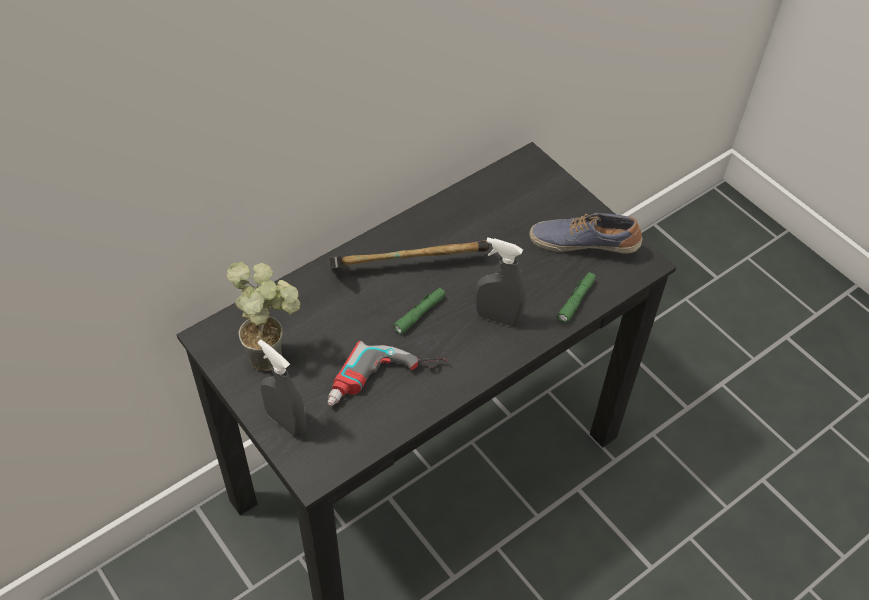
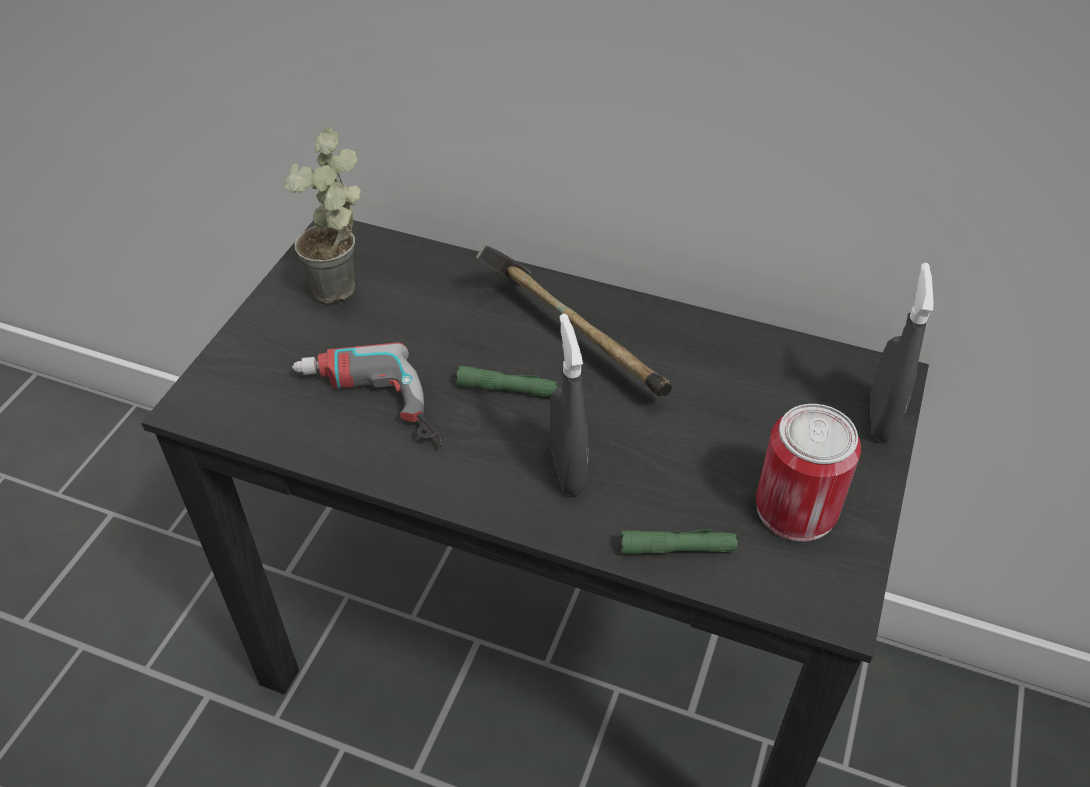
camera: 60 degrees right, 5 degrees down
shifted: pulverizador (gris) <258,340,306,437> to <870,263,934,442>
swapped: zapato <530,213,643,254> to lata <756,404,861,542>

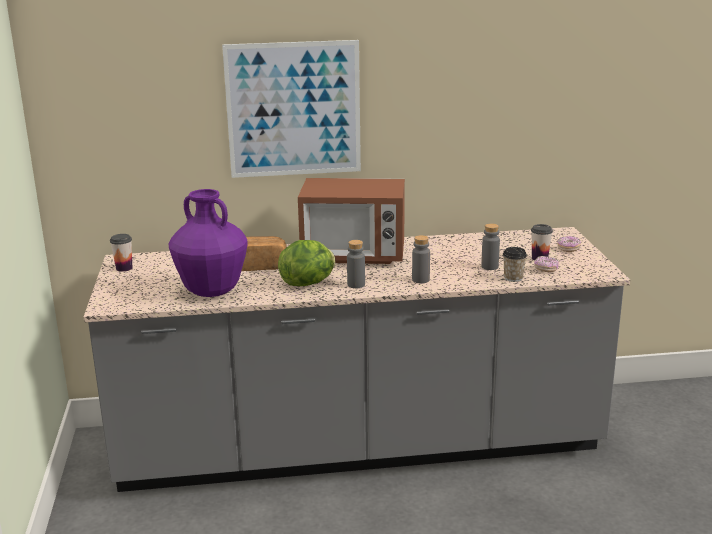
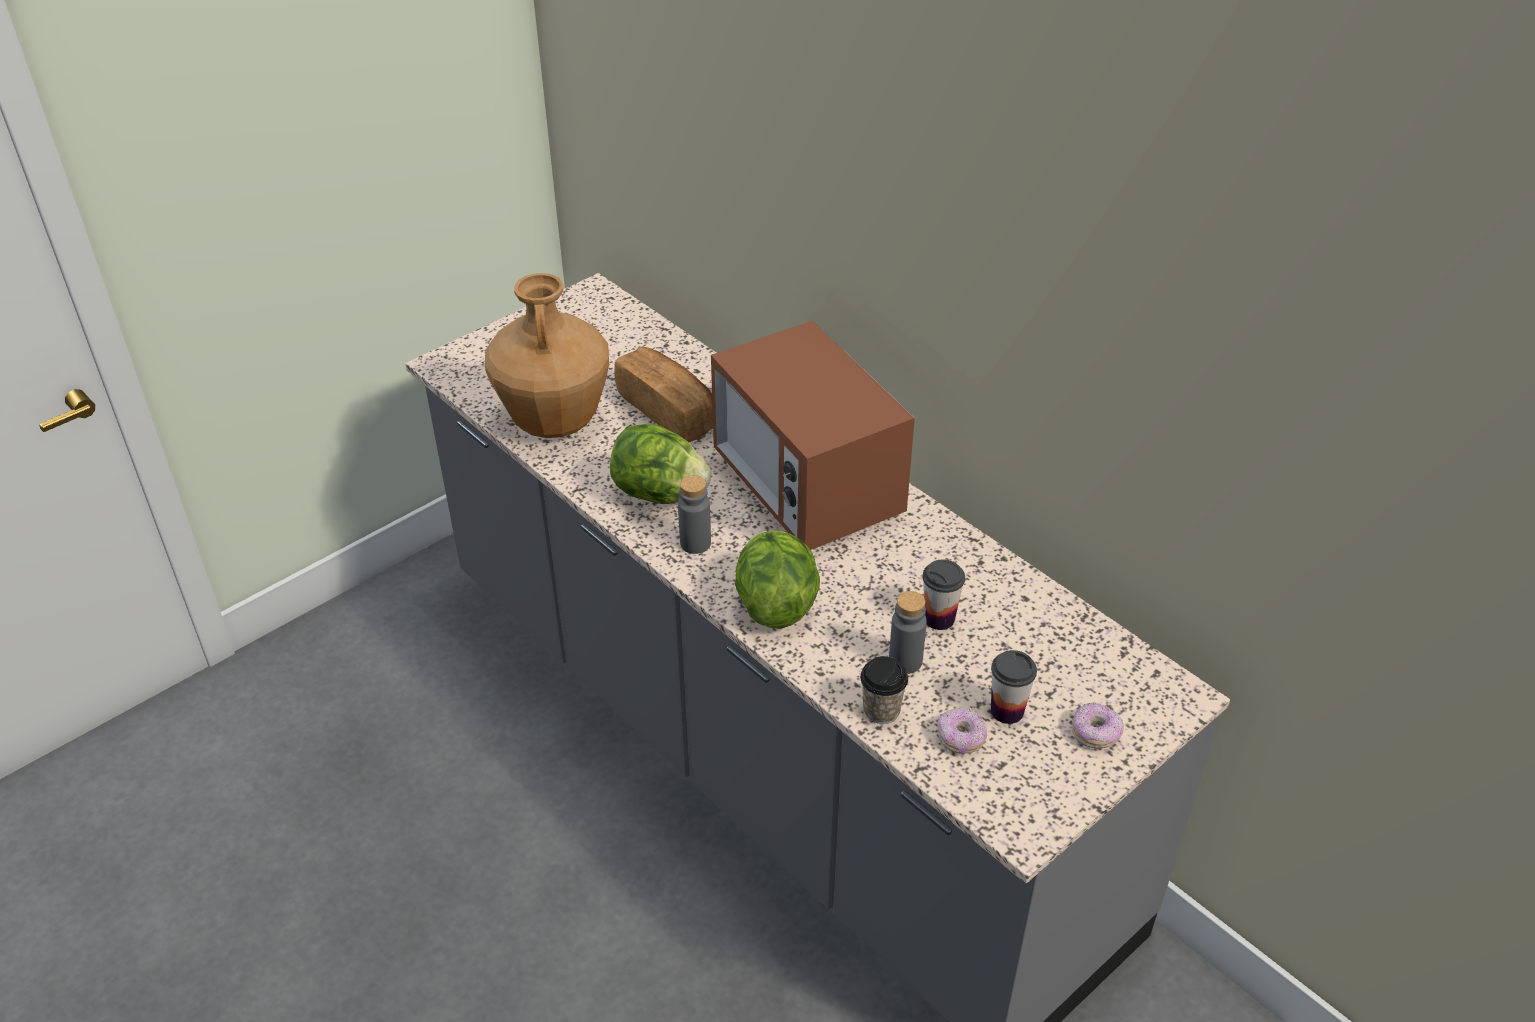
camera: 55 degrees right, 20 degrees up
gone: cuadro <222,40,361,178>
shifted: taza <110,234,132,272> to <923,559,965,630>
swapped: botella (gris) <412,235,430,283> to lechuga <735,530,820,628>
repainted: florero (morado) <168,189,248,297> to florero (marrón) <485,273,609,438>

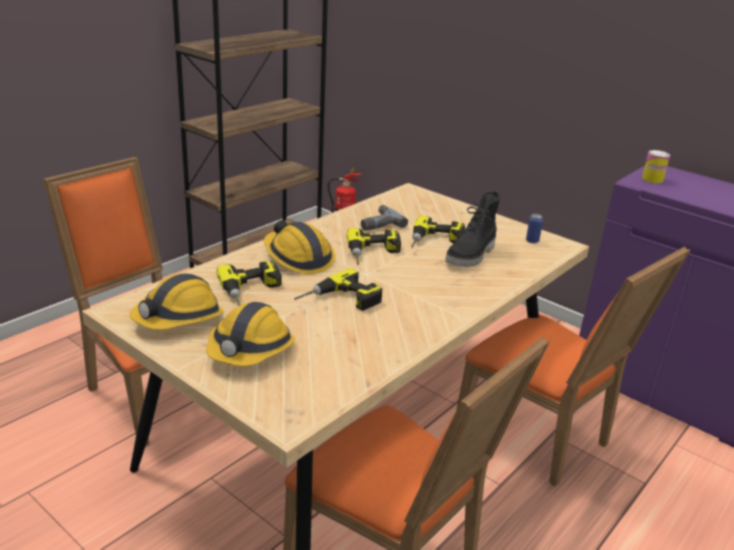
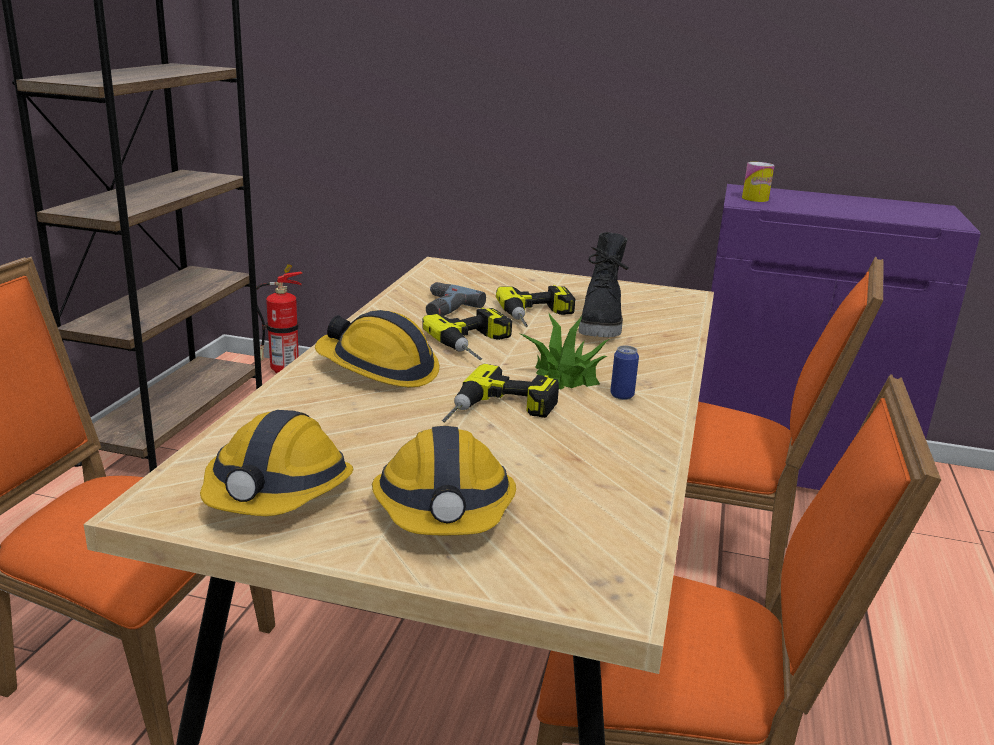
camera: 25 degrees left, 5 degrees down
gone: taladro <217,261,281,306>
new: planta en maceta <518,313,609,389>
shifted: lata <526,214,543,243> to <610,345,639,400>

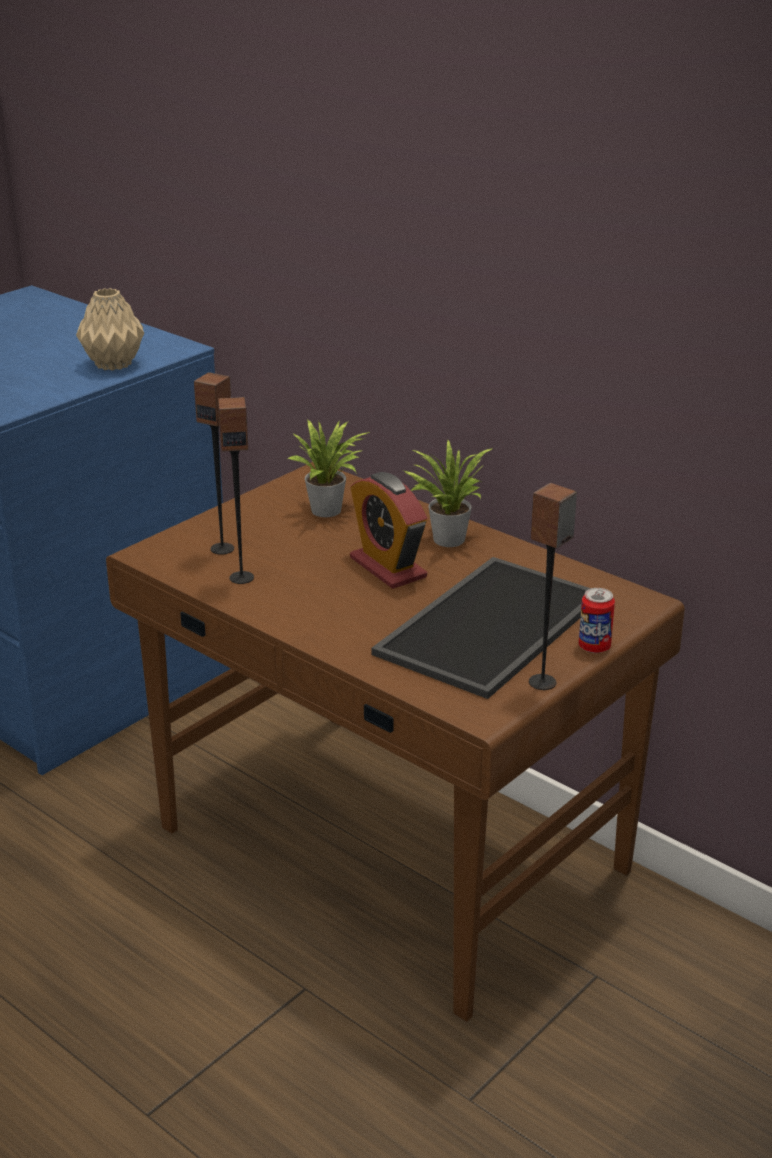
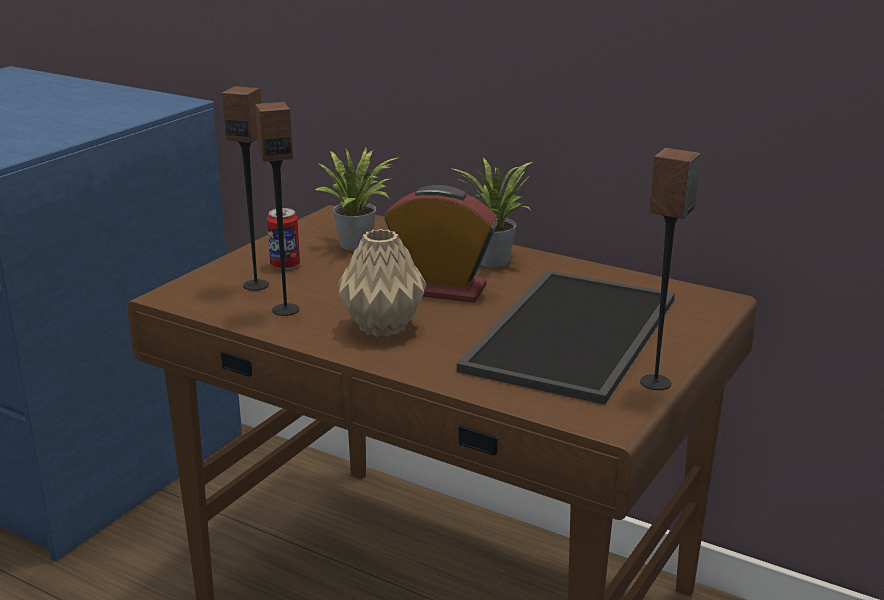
camera: 10 degrees left, 5 degrees down
shifted: florero (beis) <76,288,144,371> to <337,229,426,337>; lata <579,588,615,653> to <267,208,300,270>
rotated: despertador <350,472,427,589> = <384,185,498,303> 150 degrees clockwise

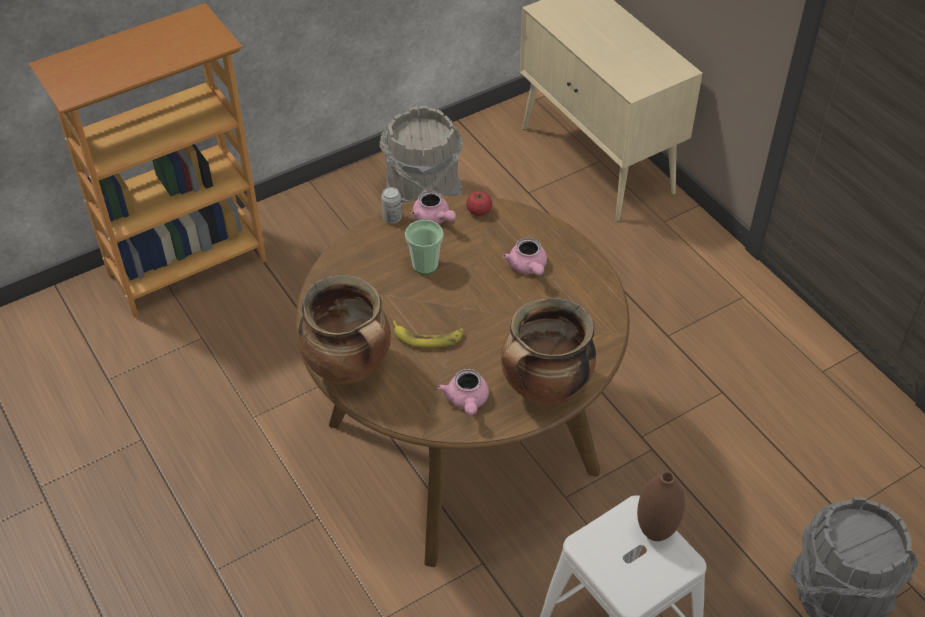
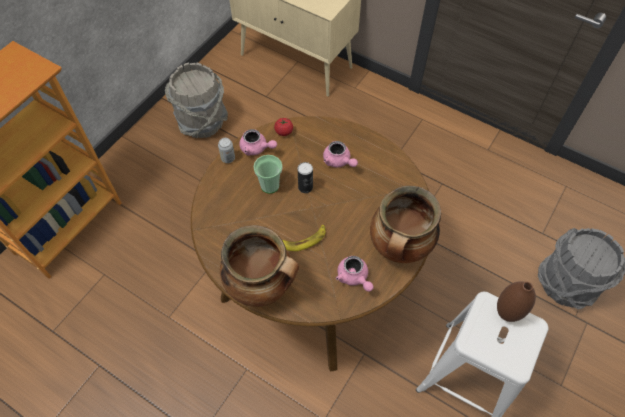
camera: 25 degrees left, 10 degrees up
new: lata <298,162,313,193>

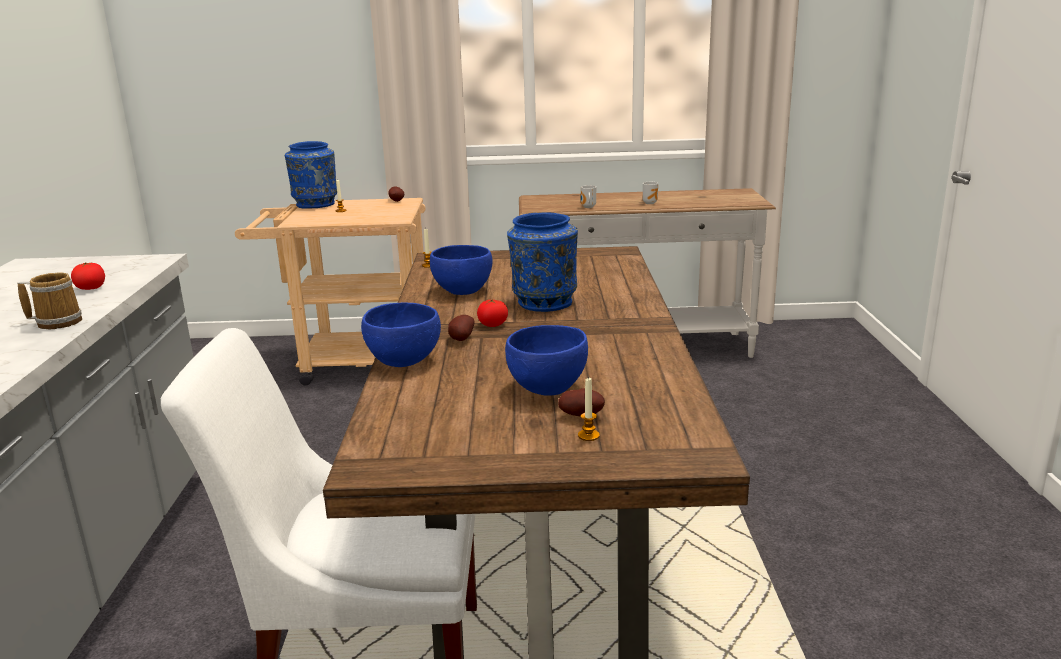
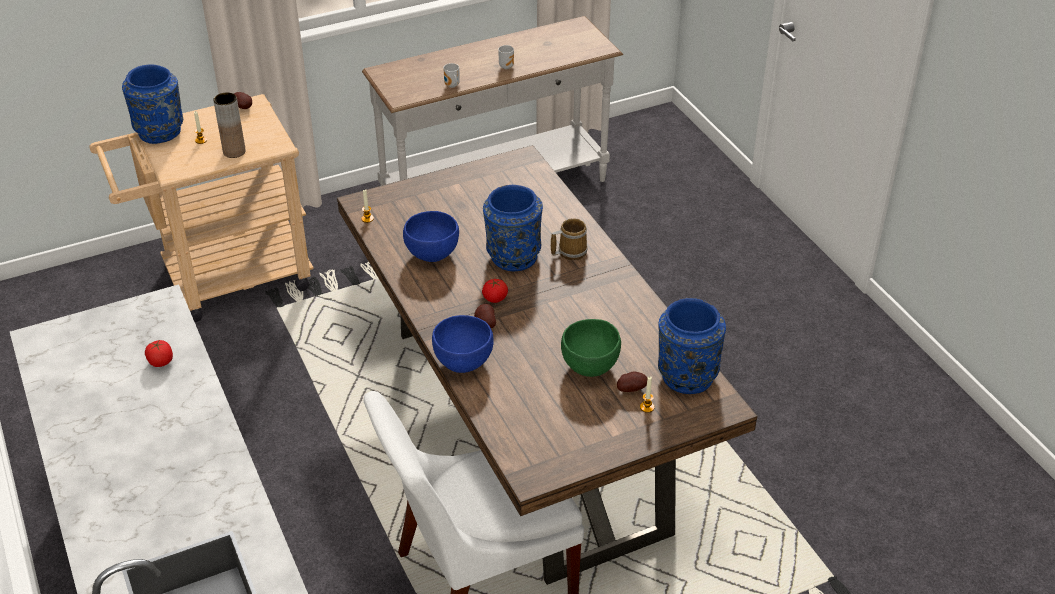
camera: 25 degrees left, 20 degrees up
new: florero (marrón) <213,92,246,158>; florero (azul) <658,298,726,394>
shifted: taza grande <18,272,82,329> to <551,218,588,260>
repainted: cuenco (azul) <505,325,588,396> to cuenco (verde) <561,319,621,377>

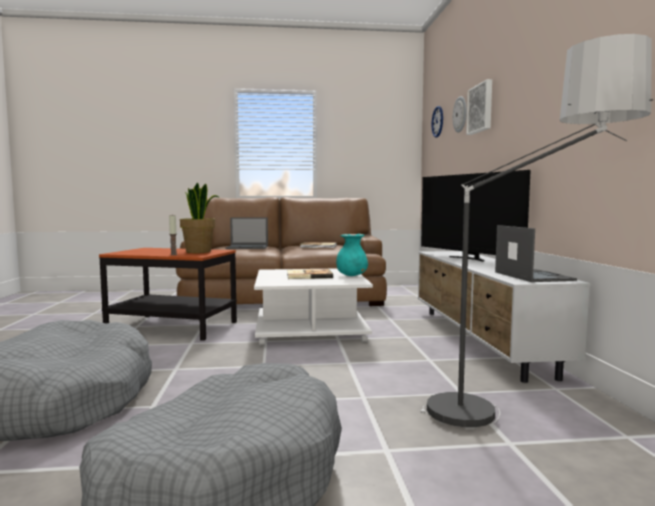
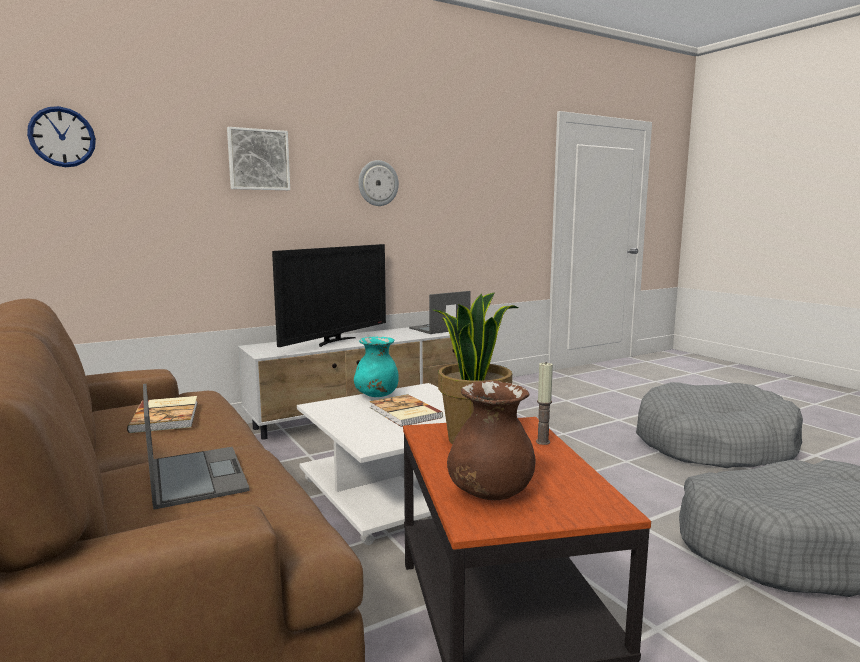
camera: 115 degrees left, 5 degrees up
gone: lámpara de pie <420,34,653,429>
new: florero (marrón) <447,381,536,500>
shifted: reloj de pared <453,96,467,133> to <358,160,399,206>

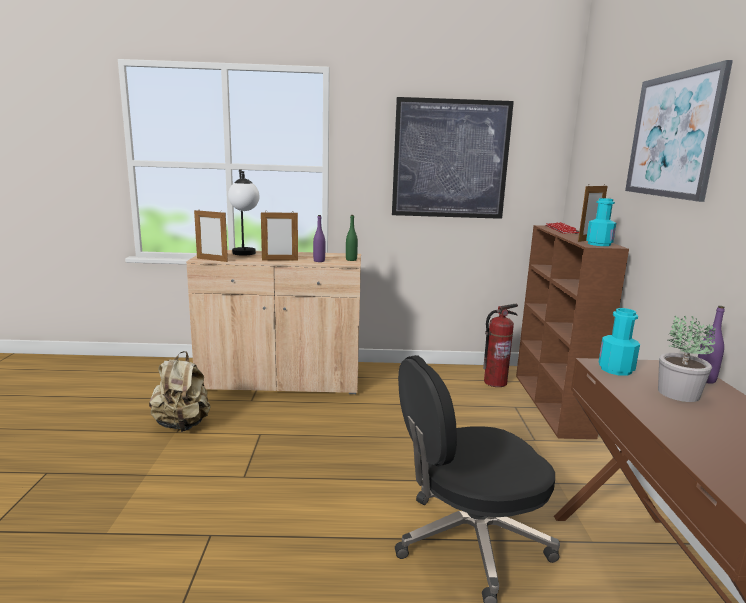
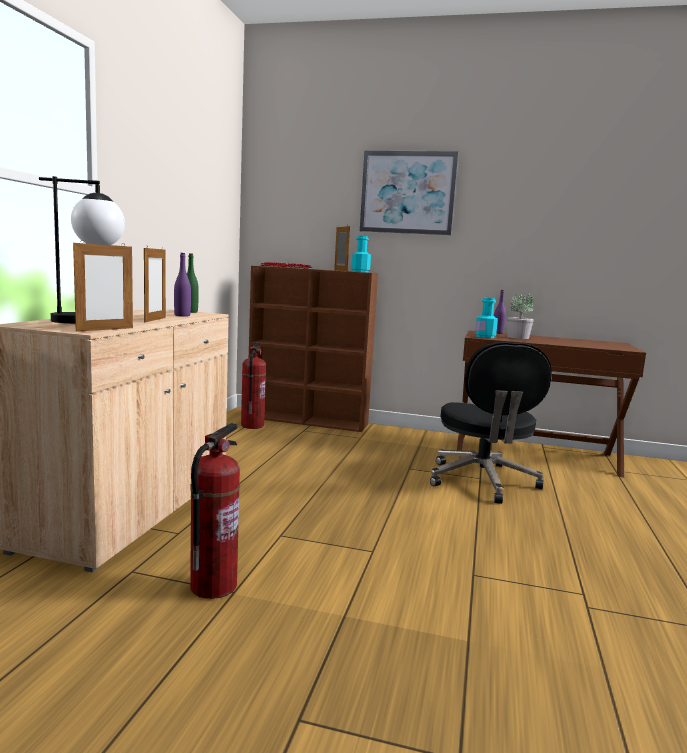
camera: 75 degrees left, 5 degrees down
gone: cuadro <392,97,514,219>
swapped: mochila (beis) <149,351,211,432> to extintor <190,423,240,599>

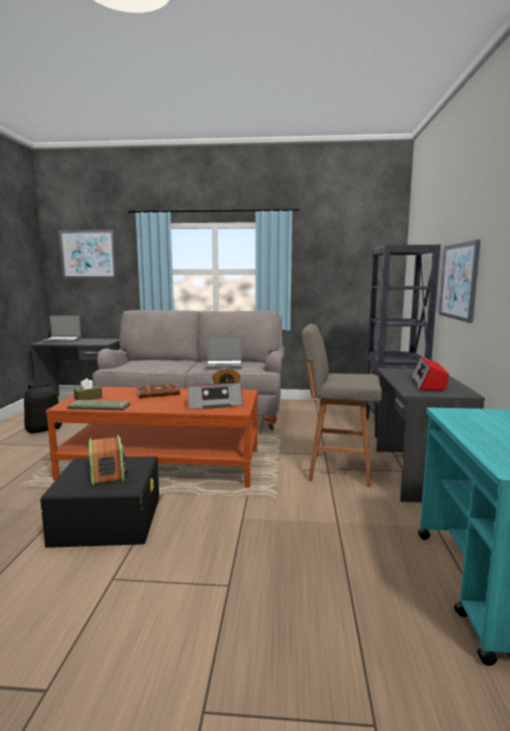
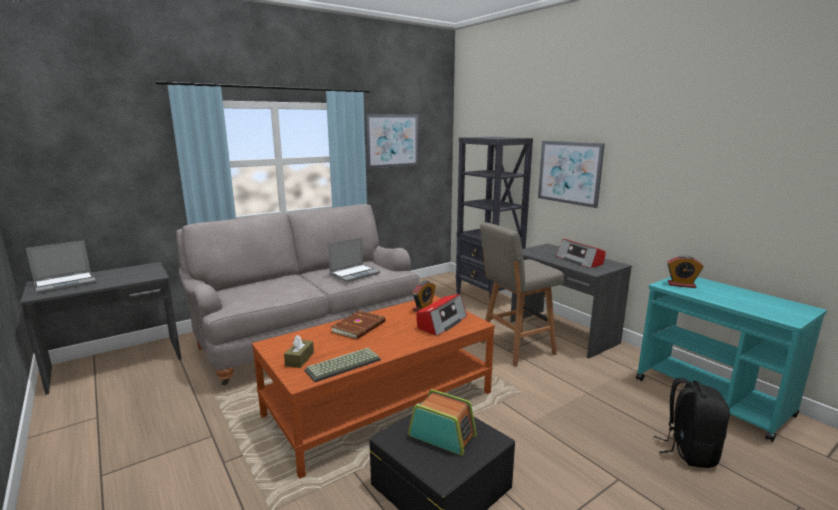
camera: 40 degrees left, 5 degrees up
new: despertador <667,255,703,288>
shifted: cuadro <59,230,117,279> to <365,114,418,168>; mochila (negro) <24,383,62,433> to <654,378,730,468>

